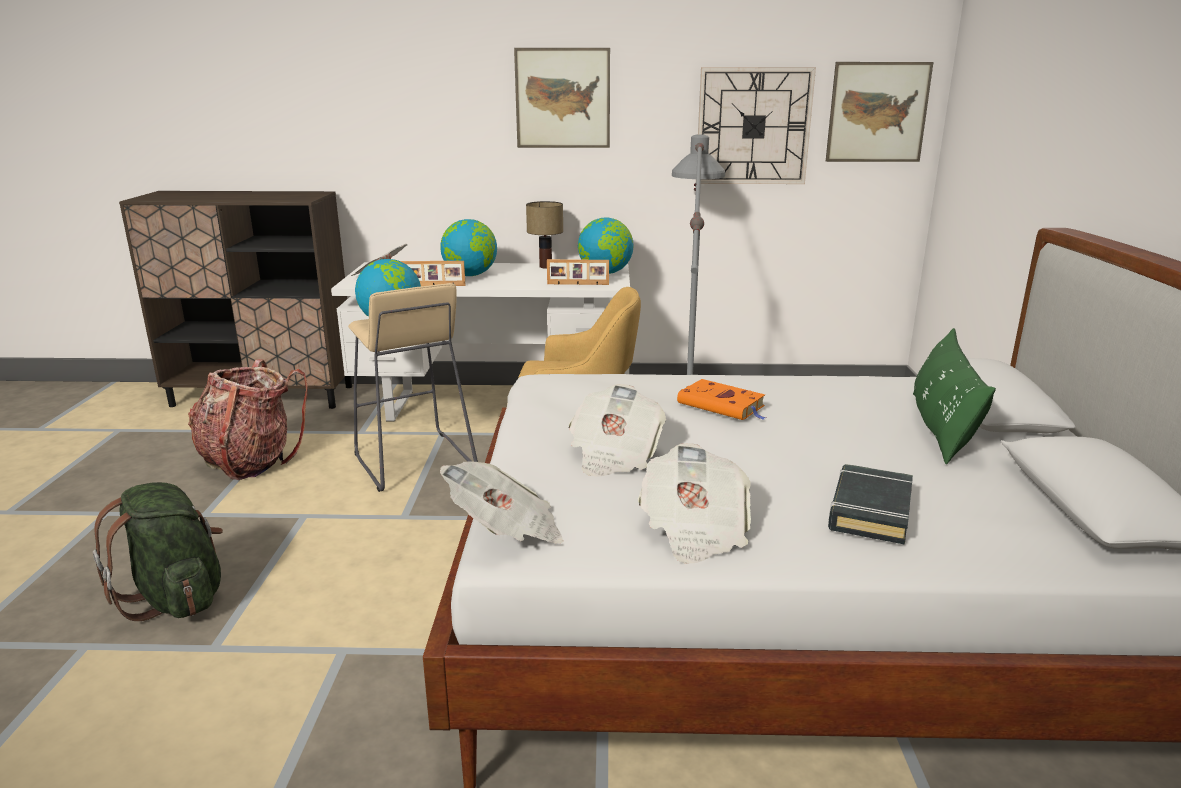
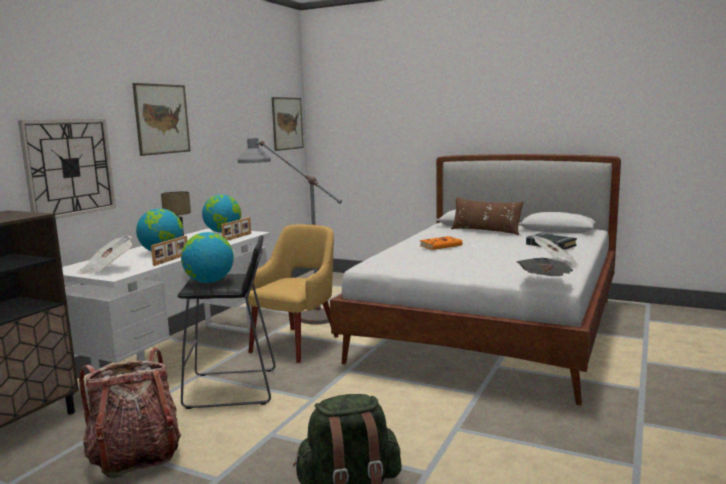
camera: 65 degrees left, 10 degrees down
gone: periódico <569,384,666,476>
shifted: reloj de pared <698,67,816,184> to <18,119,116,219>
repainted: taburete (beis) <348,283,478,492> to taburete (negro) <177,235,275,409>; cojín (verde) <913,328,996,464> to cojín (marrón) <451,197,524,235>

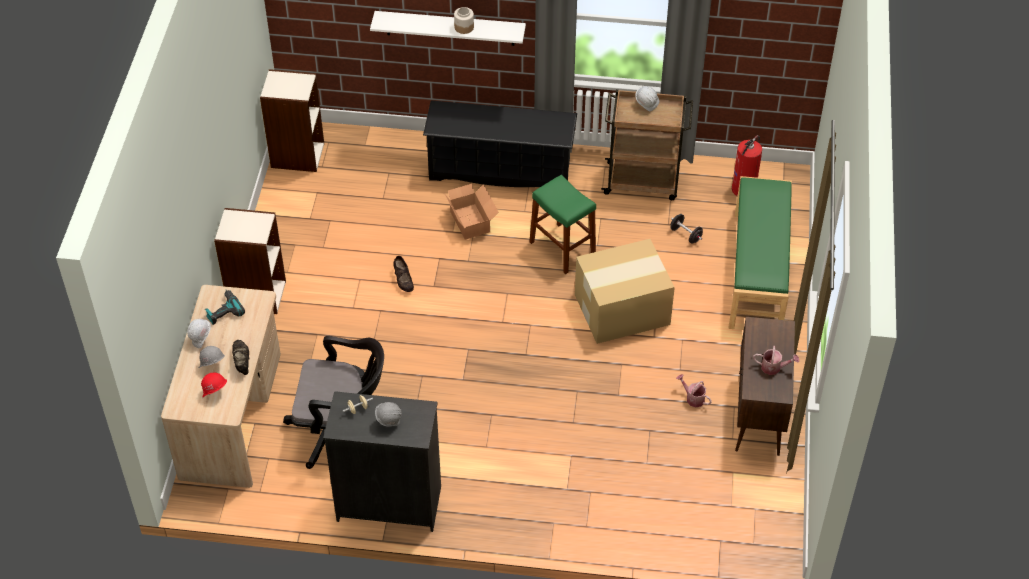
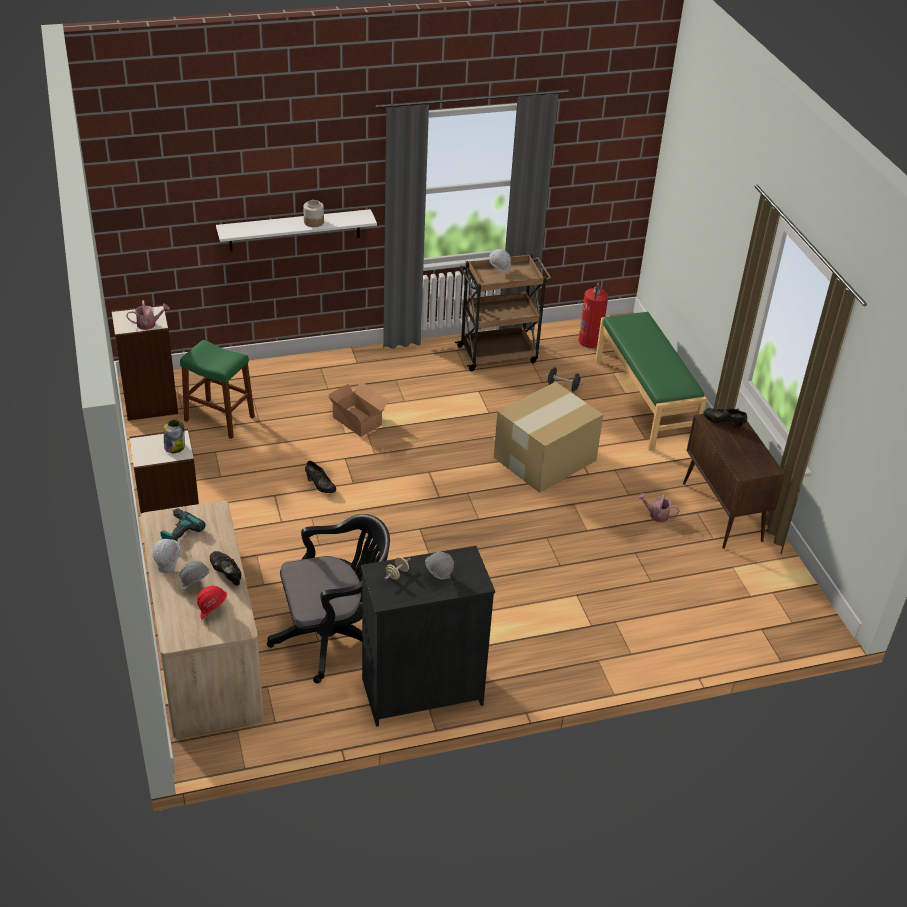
camera: 25 degrees left, 10 degrees down
gone: zapatero (negro) <423,100,577,187>
new: zapato (negro) <703,408,747,428>; tarro <164,419,185,453>
shifted: taburete (verde) <529,175,596,274> to <180,340,255,439>; regadera <753,346,799,375> to <126,300,170,330>

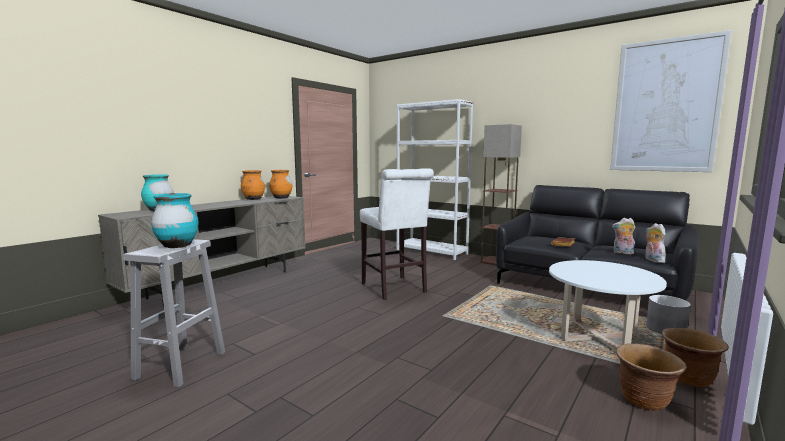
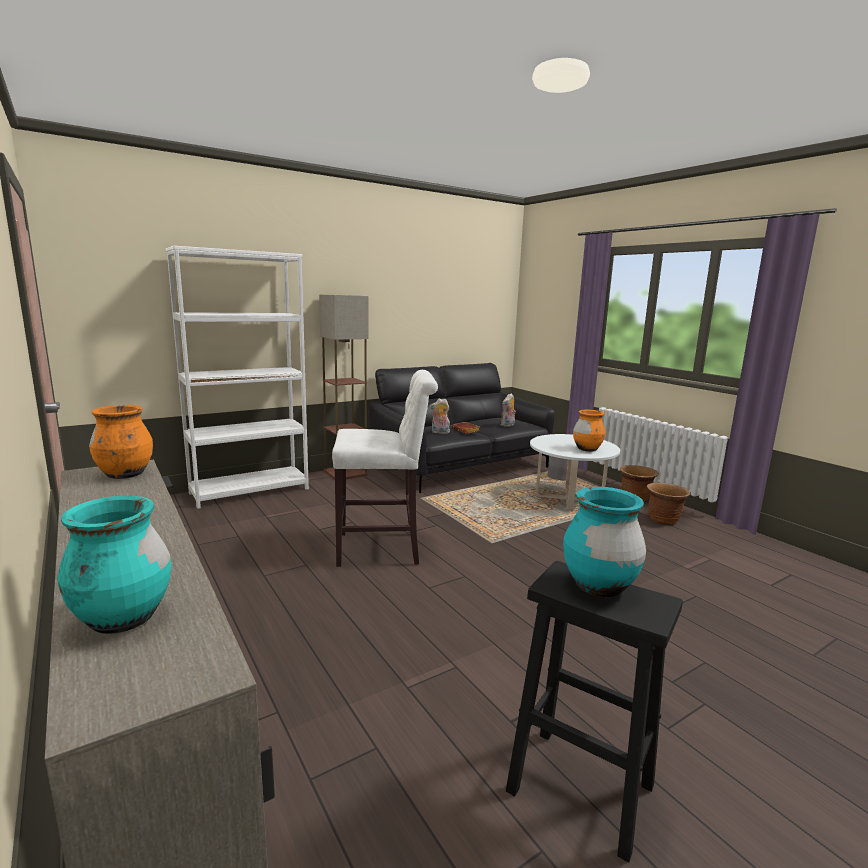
camera: 70 degrees left, 5 degrees up
gone: cuadro <610,30,732,172>
shifted: florero (naranja) <241,170,265,200> to <573,410,606,452>; peluche <645,223,666,263> to <430,399,450,434>
repainted: taburete (blanco) <123,239,225,387> to taburete (negro) <506,561,683,863>

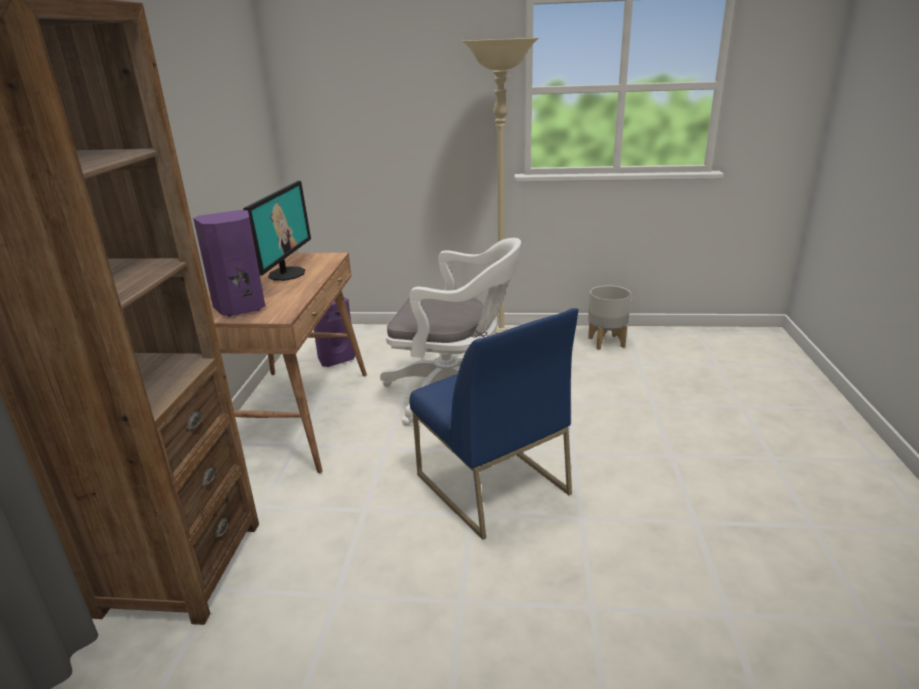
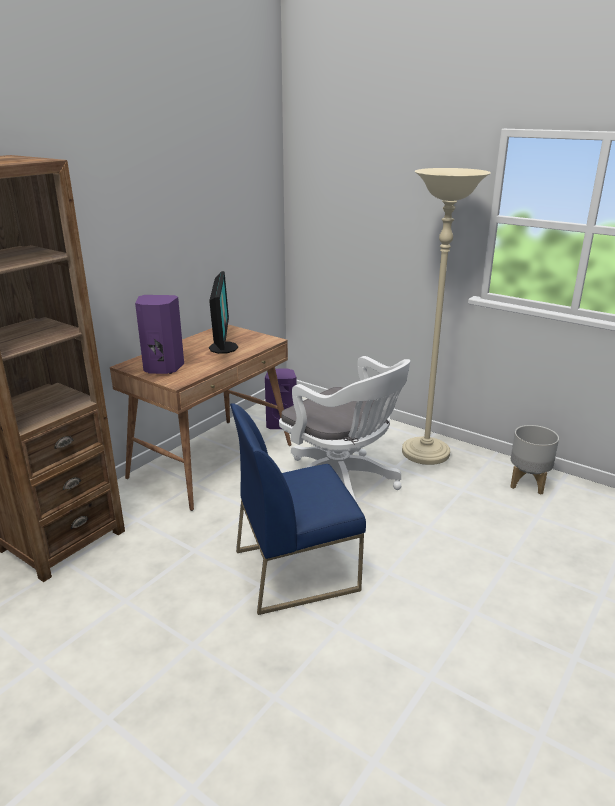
camera: 30 degrees right, 0 degrees up
rotated: monitor <243,181,311,281> = <209,271,238,354> 45 degrees counterclockwise; silla (azul) <409,308,578,540> = <230,403,366,615> 75 degrees clockwise

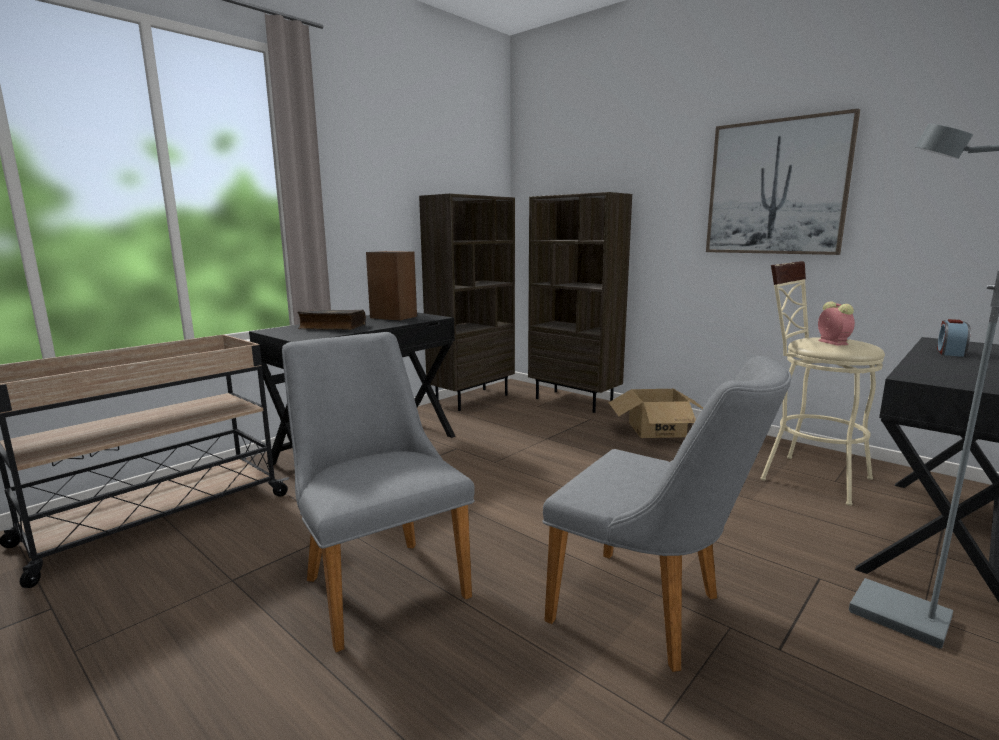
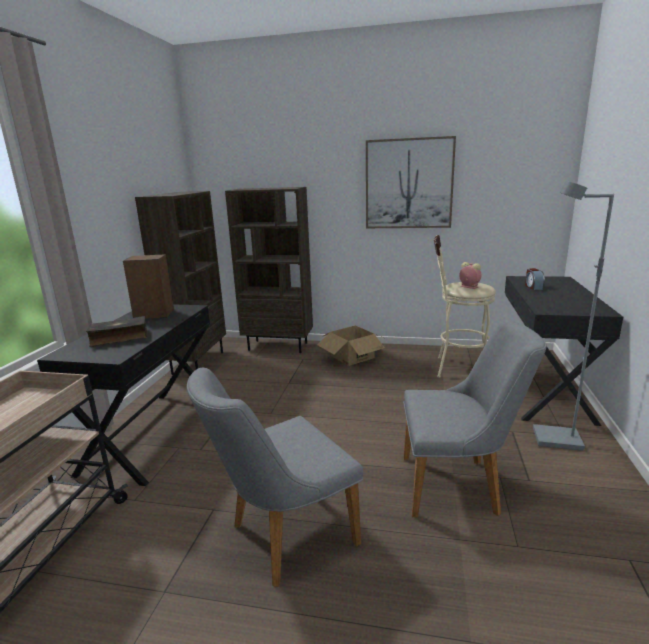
camera: 30 degrees left, 5 degrees up
rotated: silla (gris) <282,332,475,652> = <187,368,363,587> 60 degrees counterclockwise

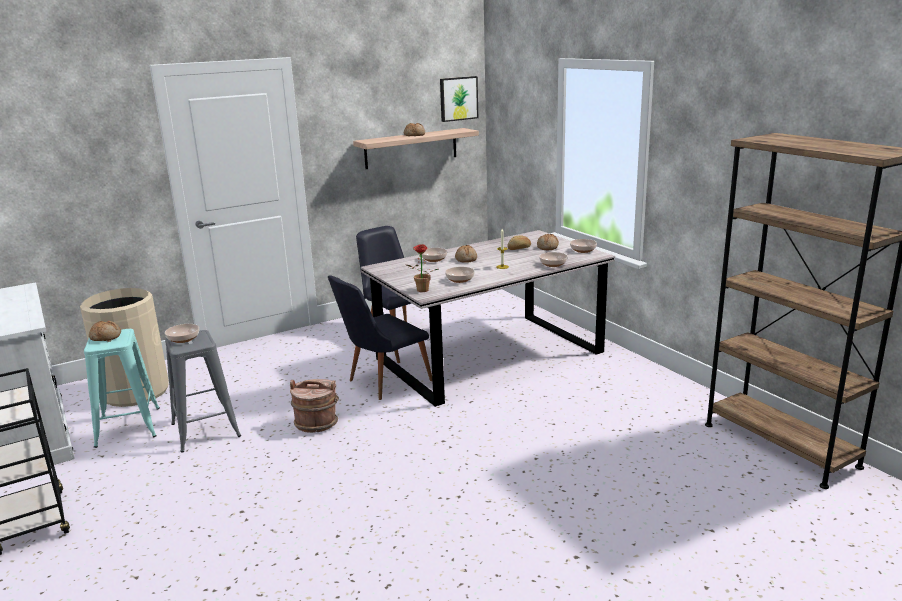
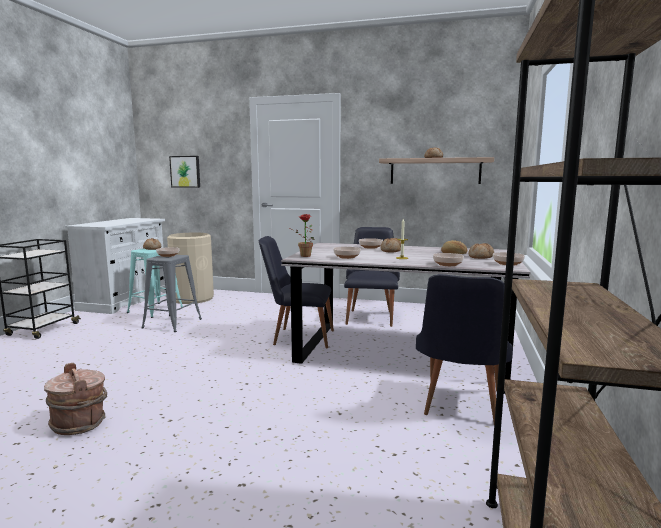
camera: 45 degrees right, 10 degrees down
new: silla (negro) <416,274,513,423>
shifted: cuadro <440,76,478,122> to <169,156,200,188>; cubo (marrón) <290,379,339,433> to <44,363,107,435>

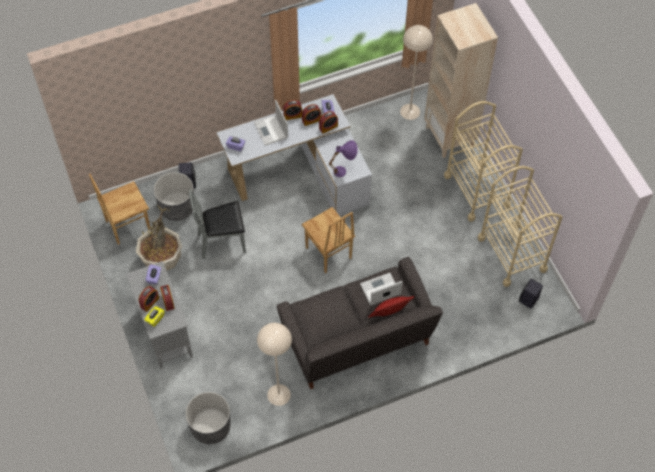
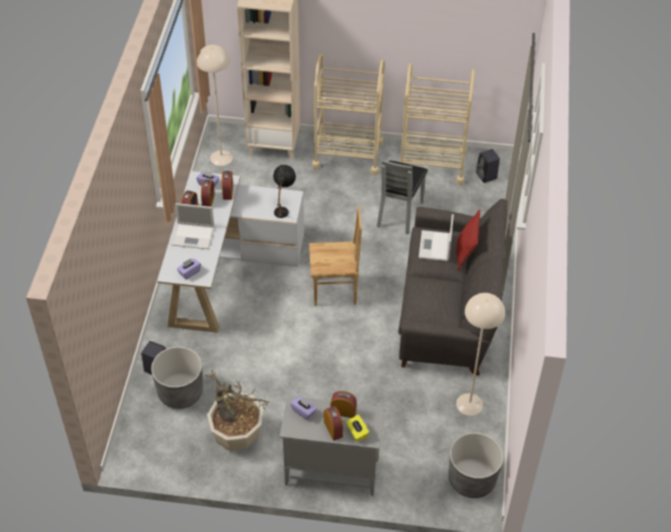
camera: 60 degrees left, 10 degrees down
gone: silla (marrón) <89,174,150,245>
shifted: silla (gris) <189,189,246,259> to <377,160,428,234>
repainted: lámpara de mesa (morado) <329,140,358,177> to lámpara de mesa (negro) <273,165,296,218>

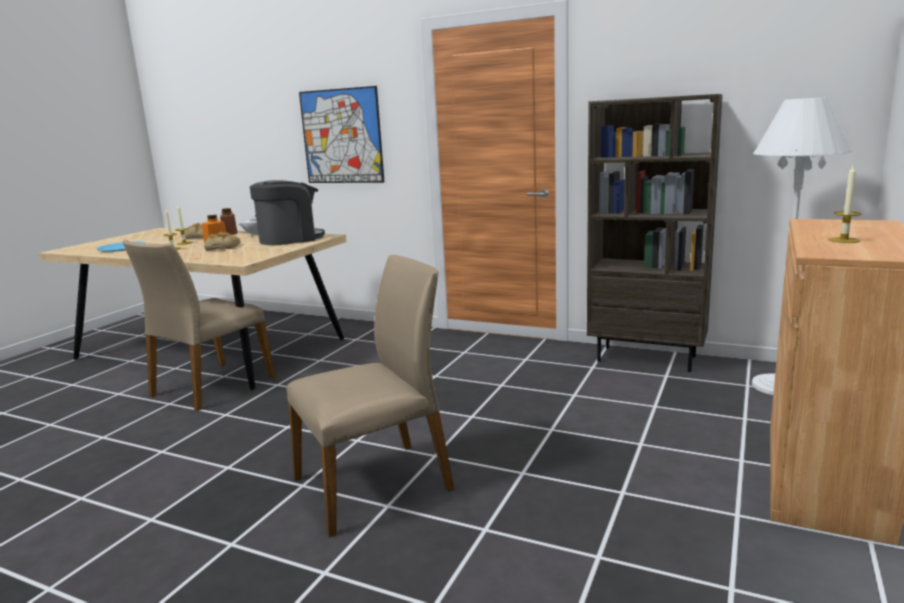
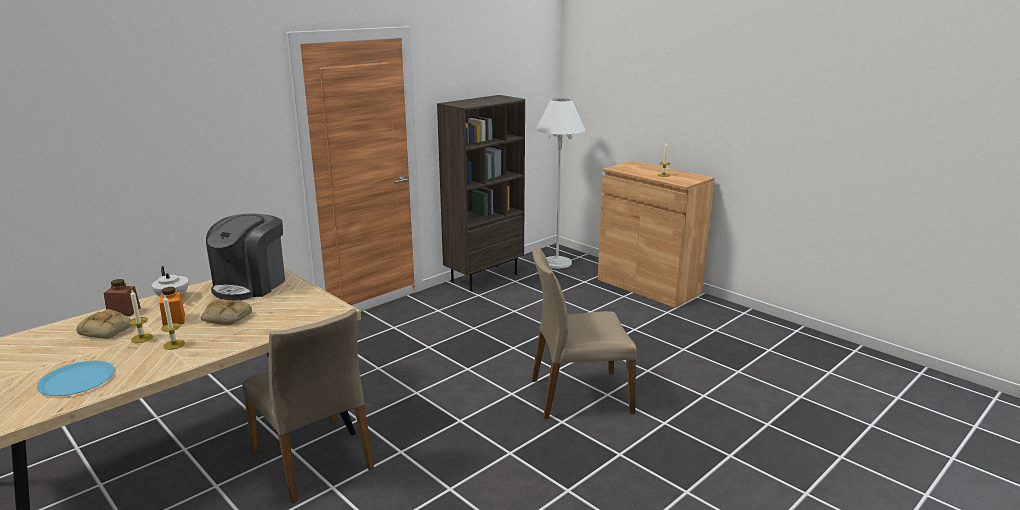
camera: 70 degrees left, 5 degrees up
gone: cuadro <299,86,384,183>
rotated: cafetera <250,180,325,245> = <206,213,285,300> 150 degrees counterclockwise; silla (beis) <286,255,455,537> = <532,246,637,419> 90 degrees counterclockwise

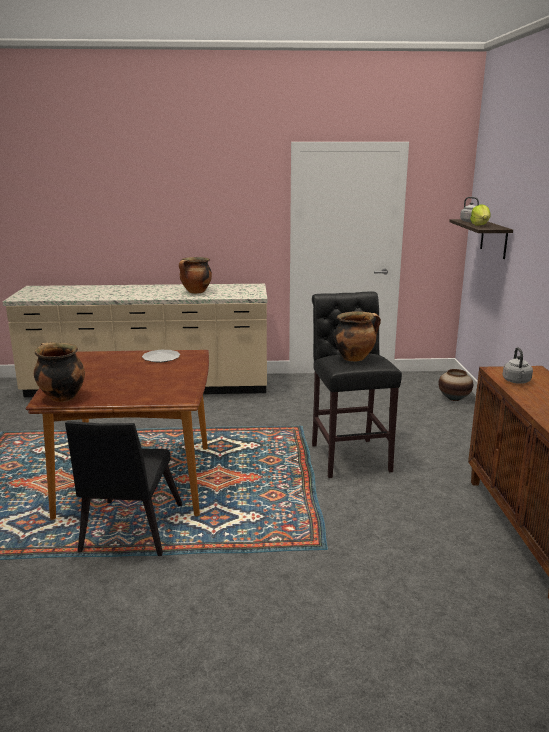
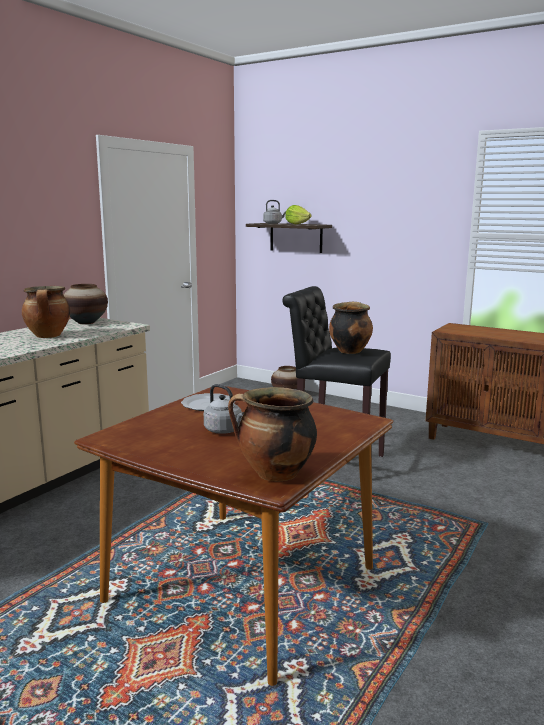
camera: 55 degrees left, 5 degrees down
gone: silla (negro) <65,421,182,556>
new: florero <63,284,108,324>
shifted: hervidor (gris) <503,347,533,384> to <204,384,244,434>

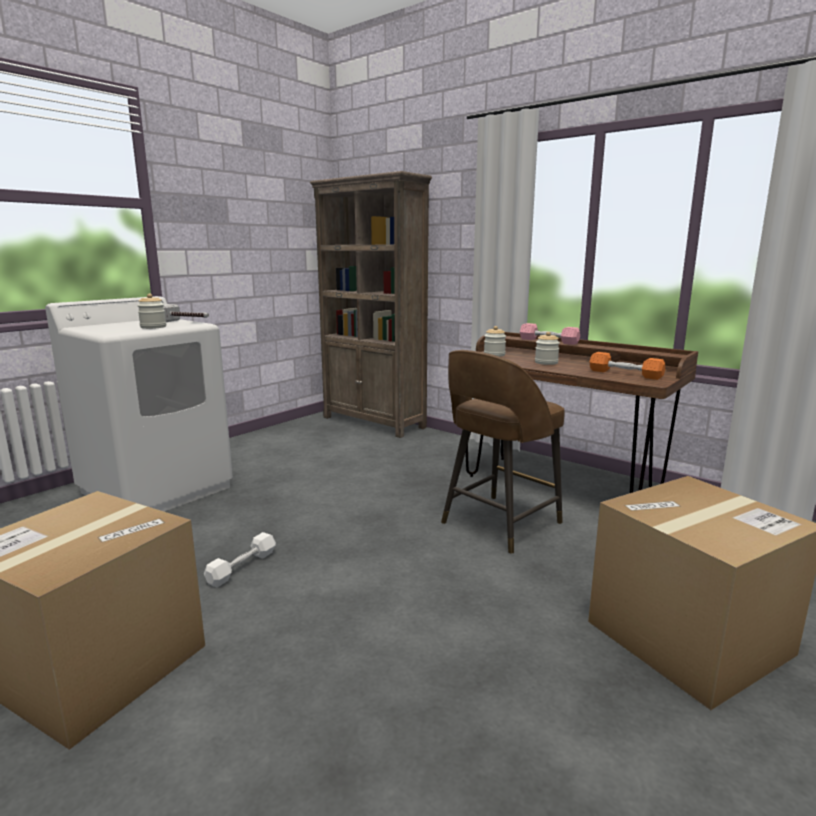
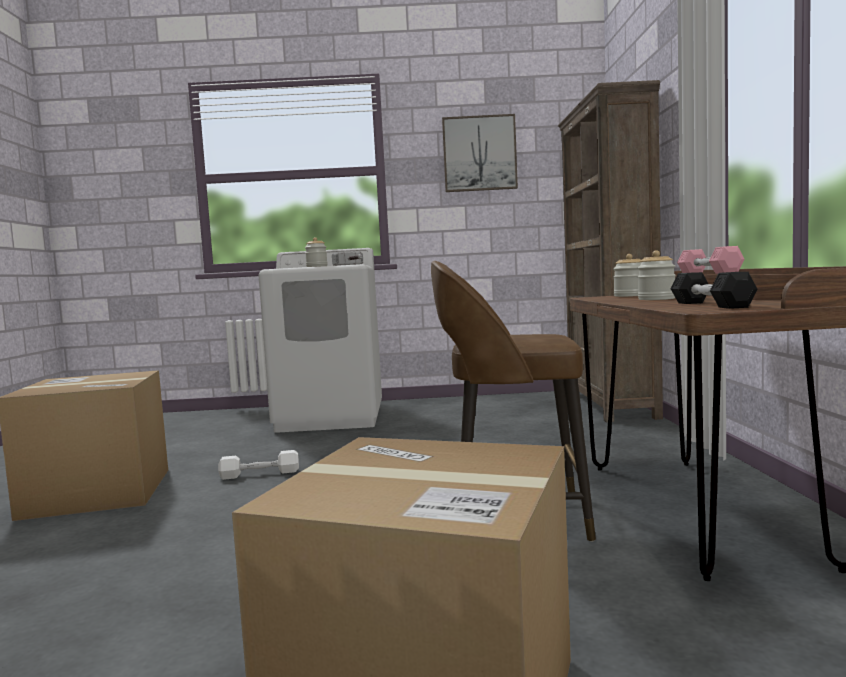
camera: 50 degrees right, 10 degrees down
new: cuadro <442,114,518,192>
repainted: mancuerna (naranja) <589,352,665,380> to mancuerna (negro) <671,272,757,309>

